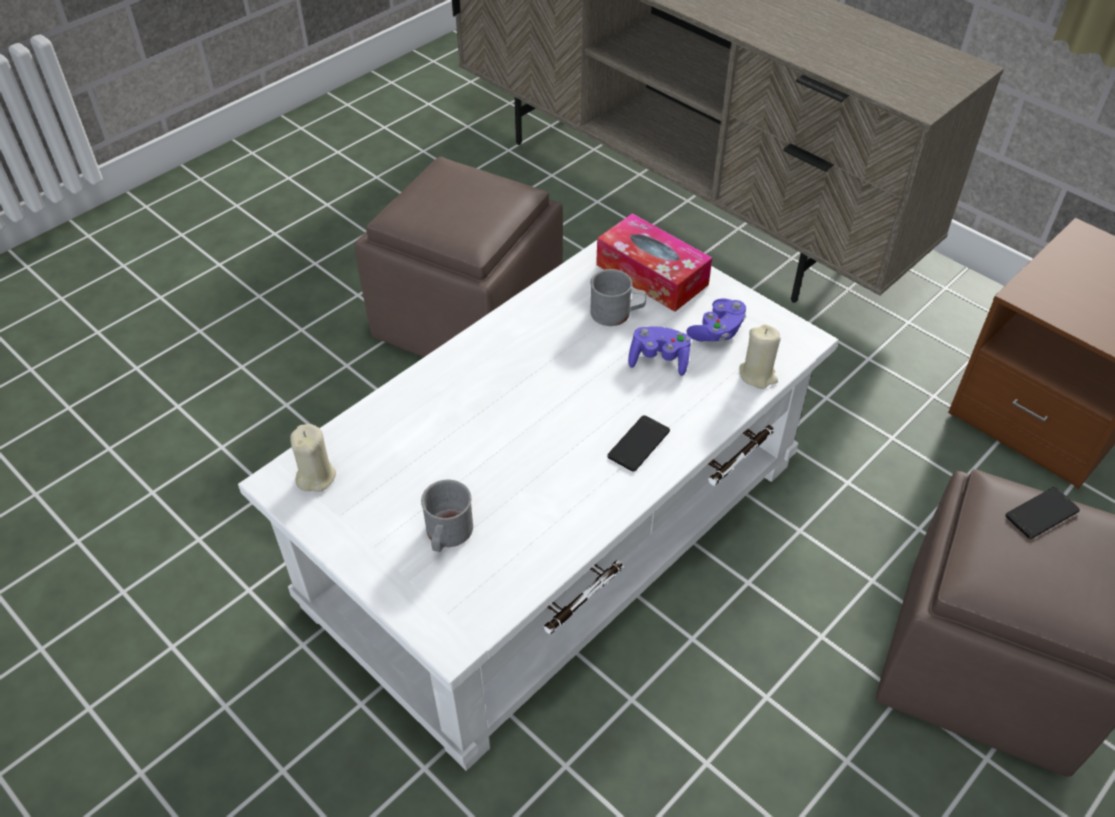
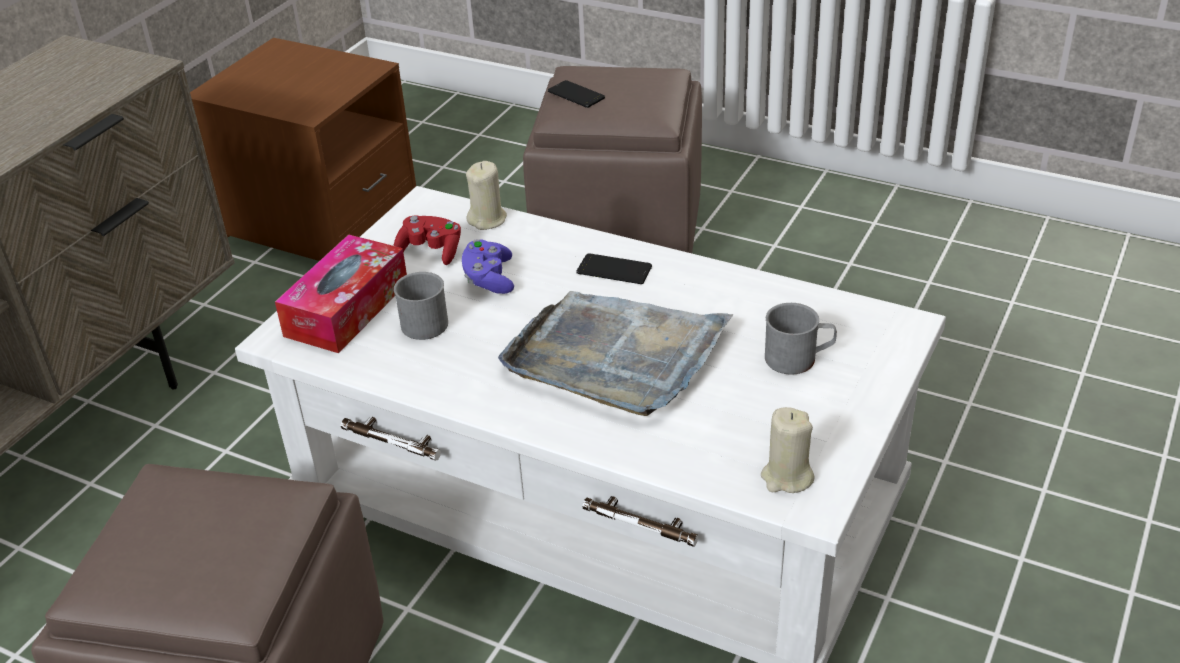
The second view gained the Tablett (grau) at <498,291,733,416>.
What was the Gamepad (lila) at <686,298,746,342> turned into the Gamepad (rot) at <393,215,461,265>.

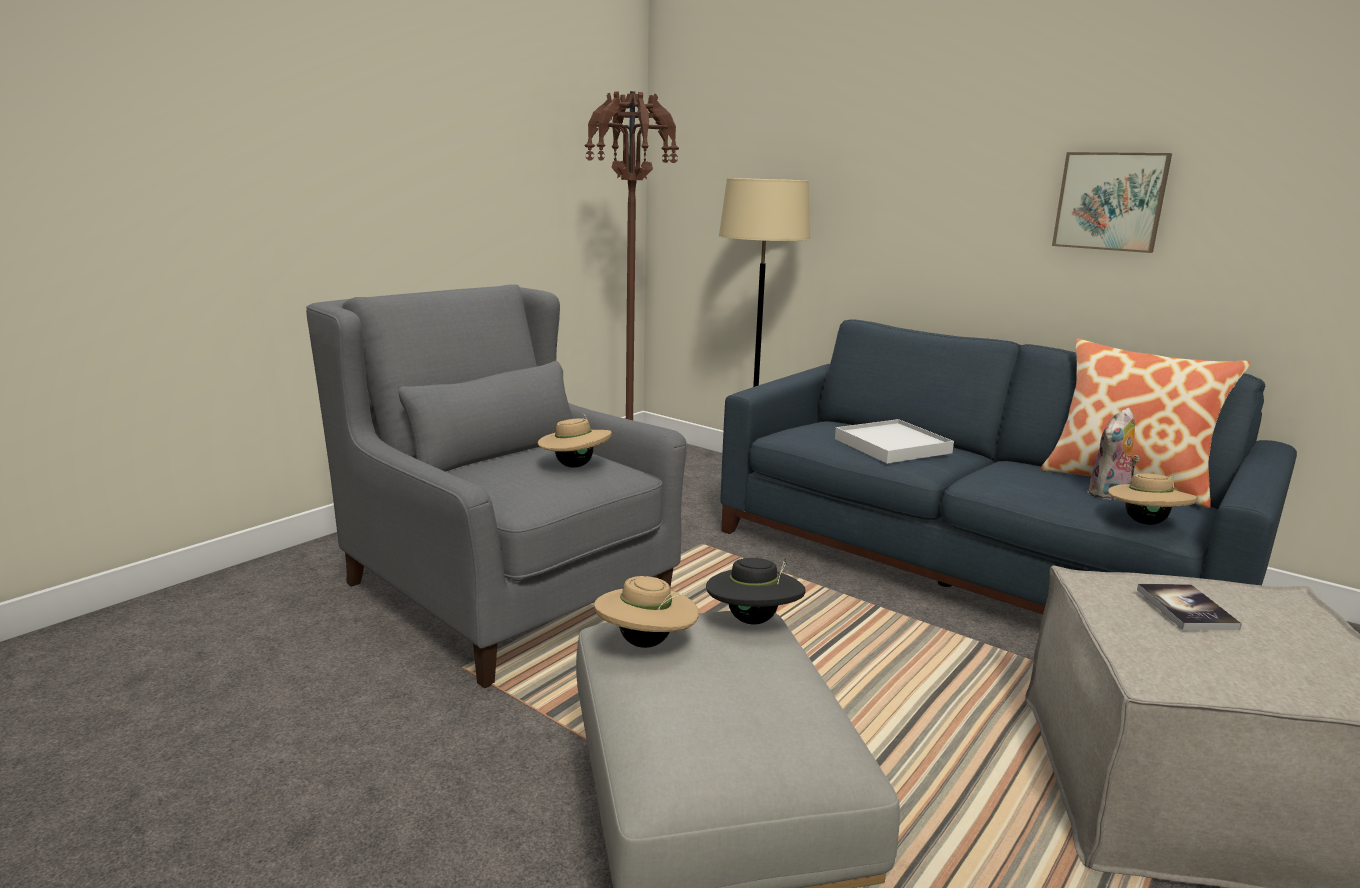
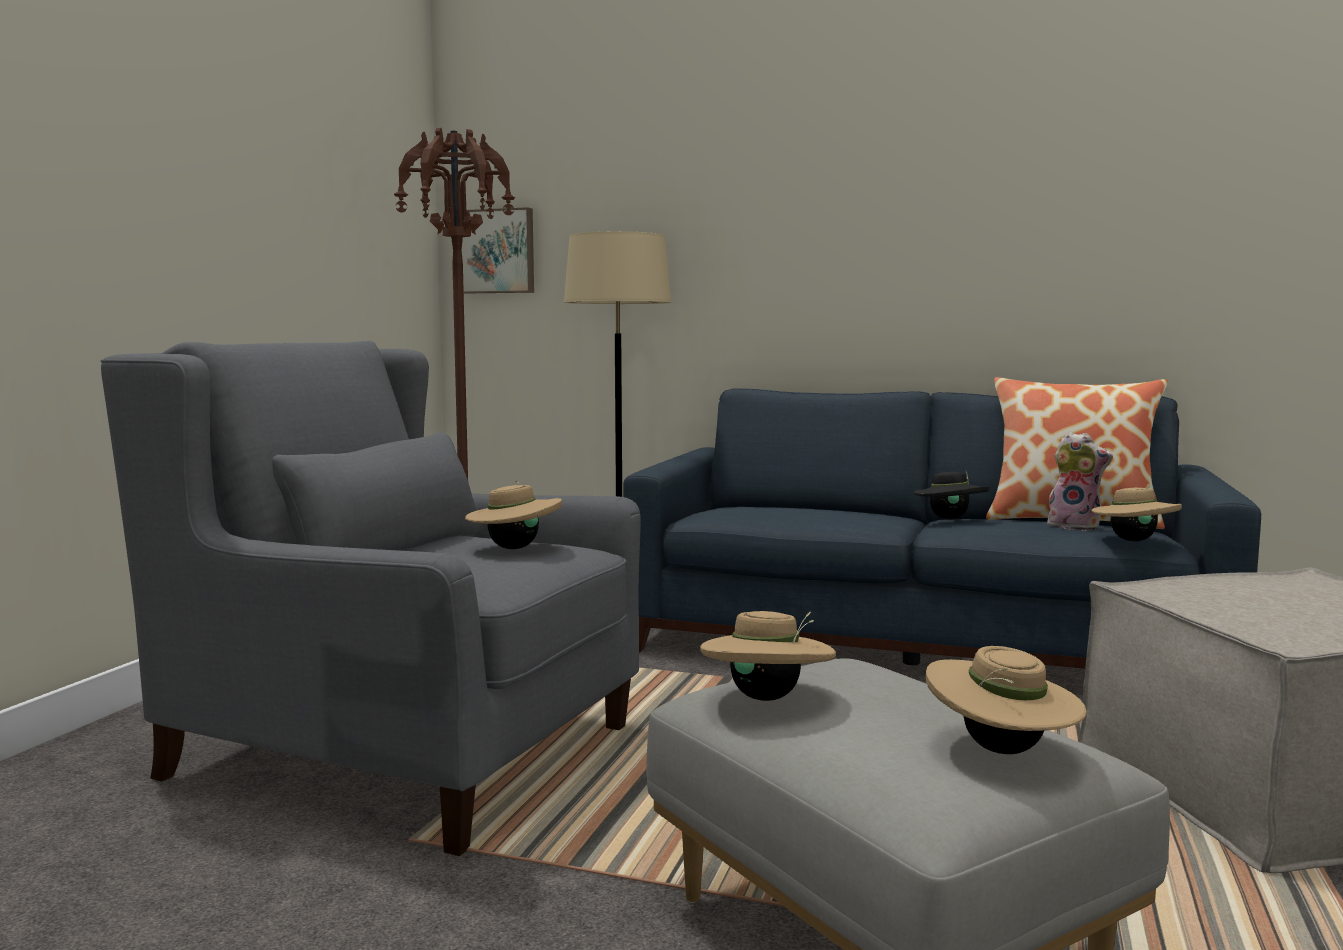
The second view lost the Tablett (weiß) at <835,419,954,464>.
The second view lost the Buch at <1137,584,1242,630>.
The second view gained the Hut (beige) at <926,646,1087,754>.
The Hut (schwarz) ended up elsewhere, having gone from <706,558,806,625> to <914,469,989,519>.
The Bild ended up elsewhere, having gone from <1052,152,1172,253> to <462,207,534,294>.
The Plüschtier at <1087,408,1140,500> ended up facing another way, 90 degrees counterclockwise from before.

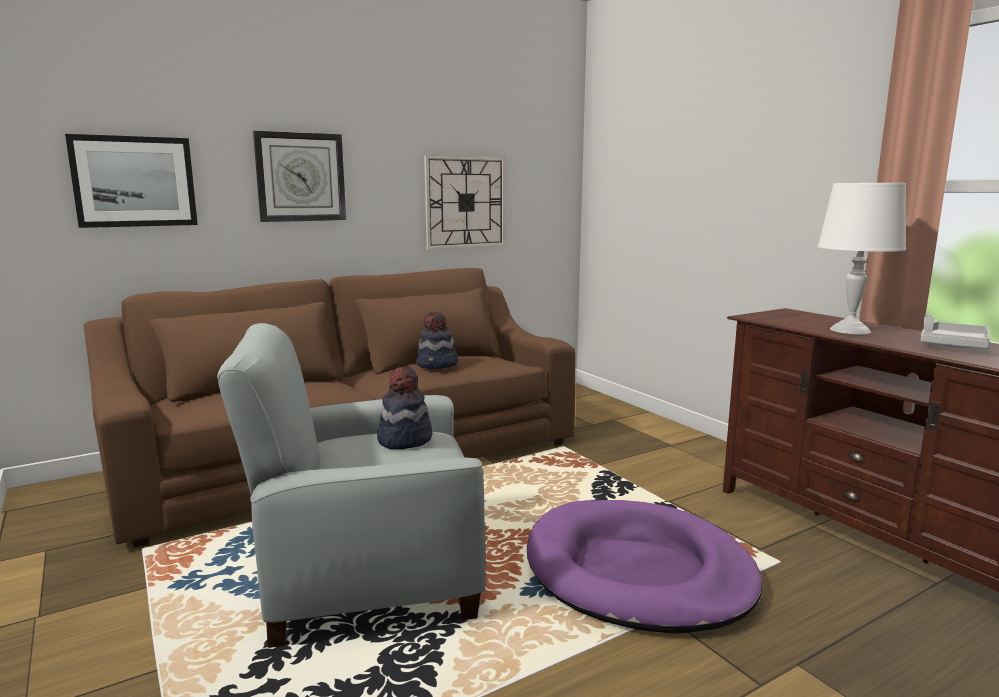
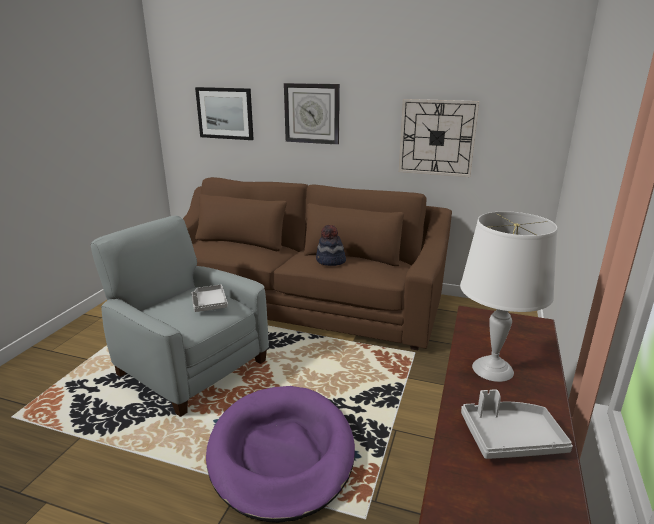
Where the Hut stood at <377,367,432,449>, the Tablett (grau) came to stand at <191,285,228,312>.

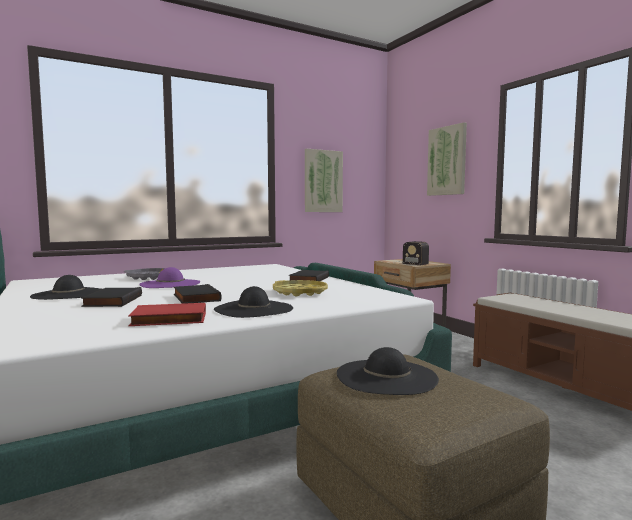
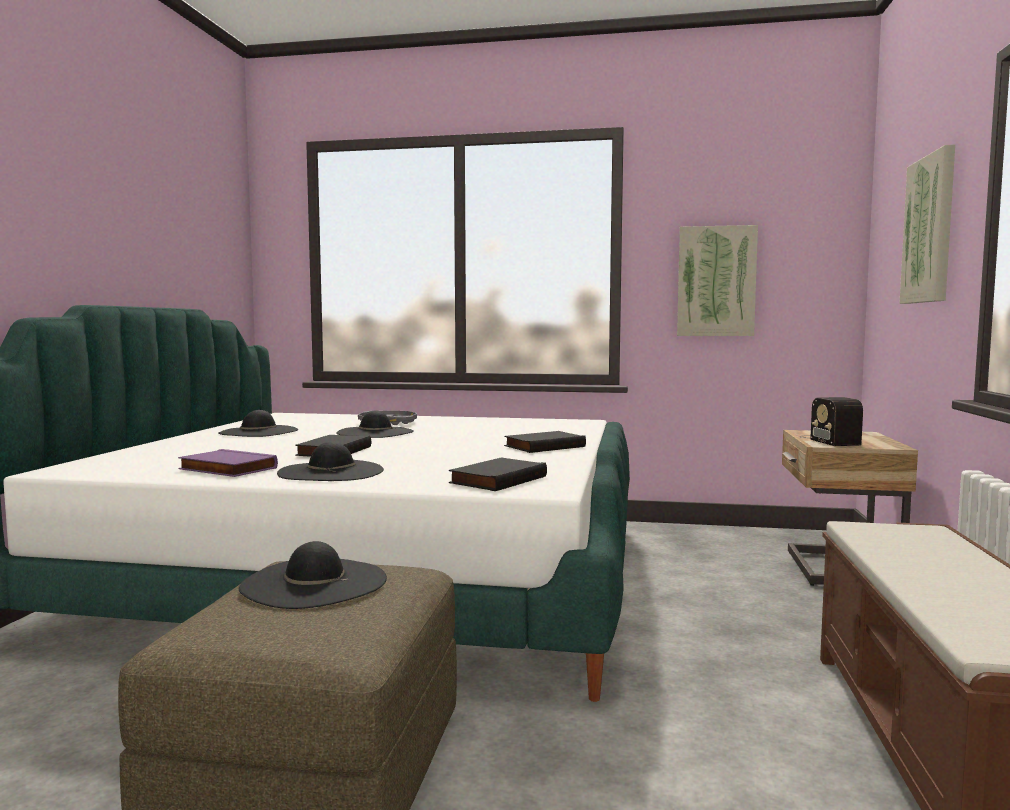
The second view lost the Tablett (gelb) at <273,280,328,297>.
The Buch (schwarz) ended up elsewhere, having gone from <81,287,142,307> to <449,457,547,491>.
What was the Buch (rot) at <128,303,206,326> turned into the Buch (lila) at <178,449,278,477>.
What was the Hut (lila) at <139,267,200,288> turned into the Hut (schwarz) at <336,410,414,438>.

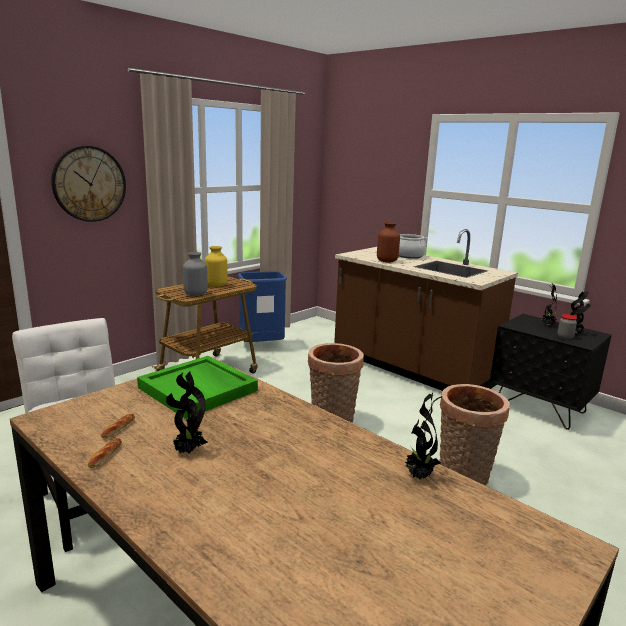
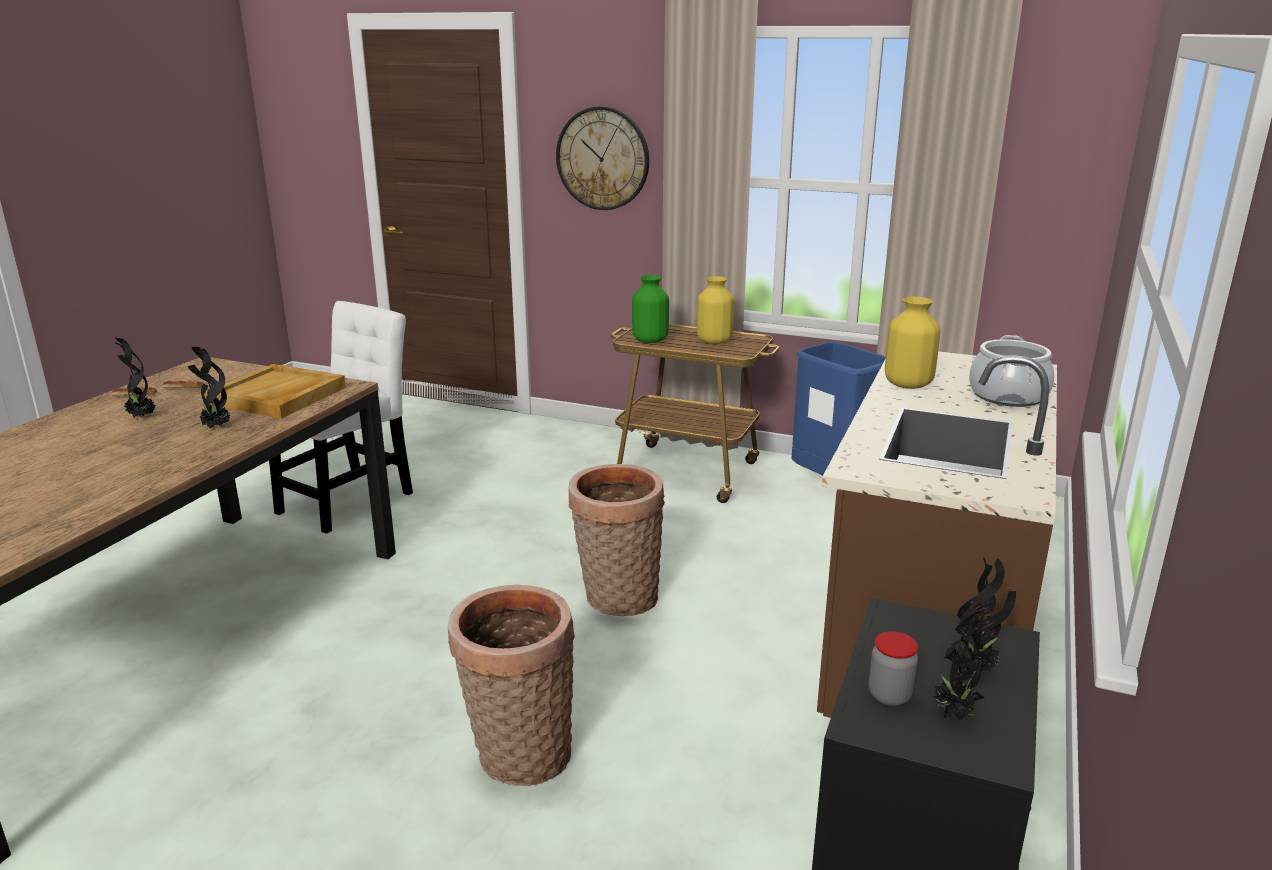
The Topfpflanze ended up elsewhere, having gone from <405,393,442,480> to <188,347,230,429>.
What was the Tablett (grün) at <137,356,258,419> turned into the Tablett (beige) at <205,364,346,419>.
What was the Vase (grau) at <183,252,208,296> turned into the Vase (grün) at <632,275,669,343>.
What was the Vase (braun) at <377,222,400,262> turned into the Vase (gelb) at <885,297,940,389>.

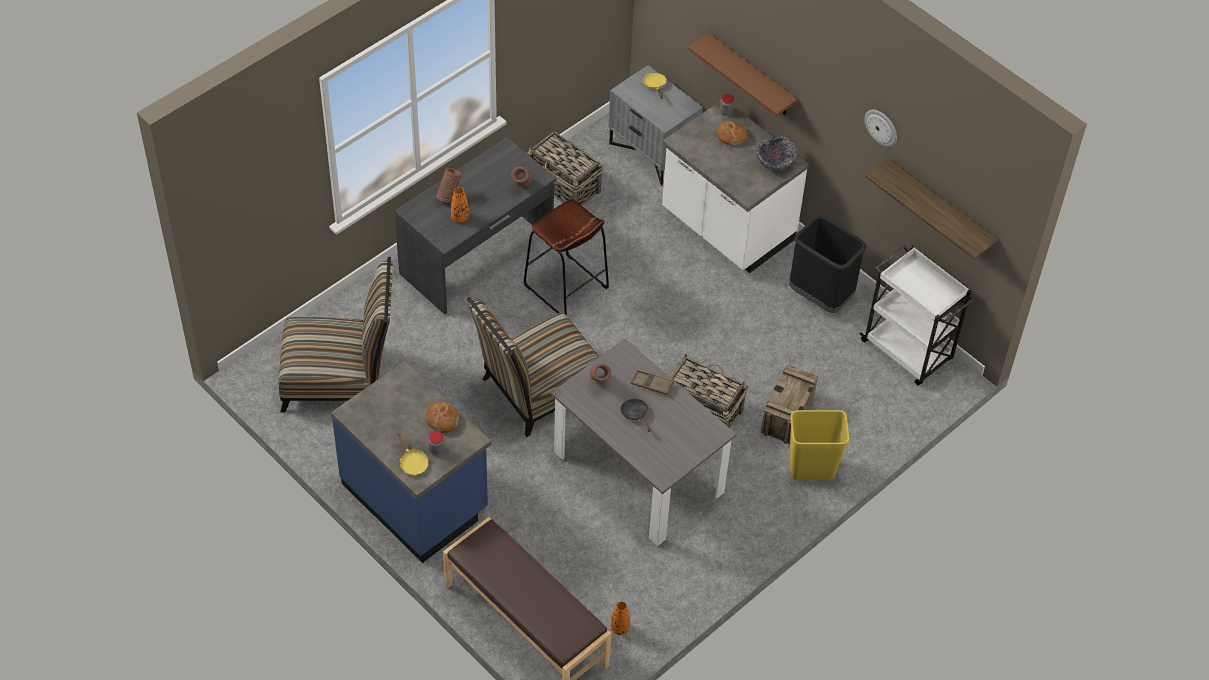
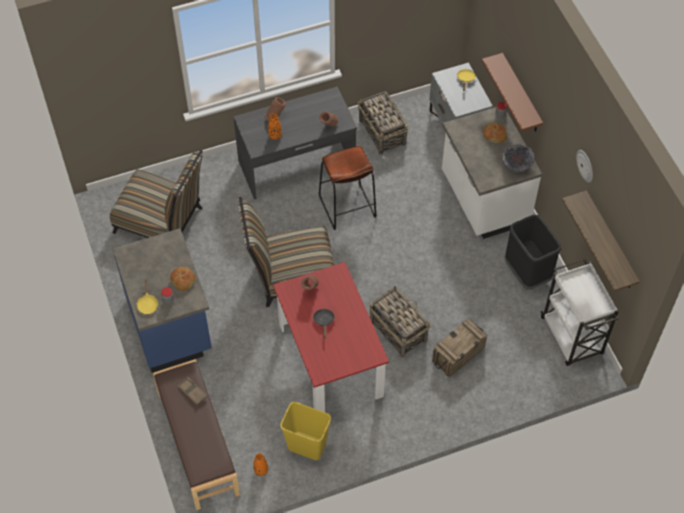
The Tablett (braun) ended up elsewhere, having gone from <631,369,674,395> to <177,377,207,405>.
The Mülleimer (gelb) ended up elsewhere, having gone from <789,410,849,480> to <280,402,331,460>.
What was the Esstisch (grau) at <551,338,737,546> turned into the Esstisch (rot) at <273,262,389,412>.

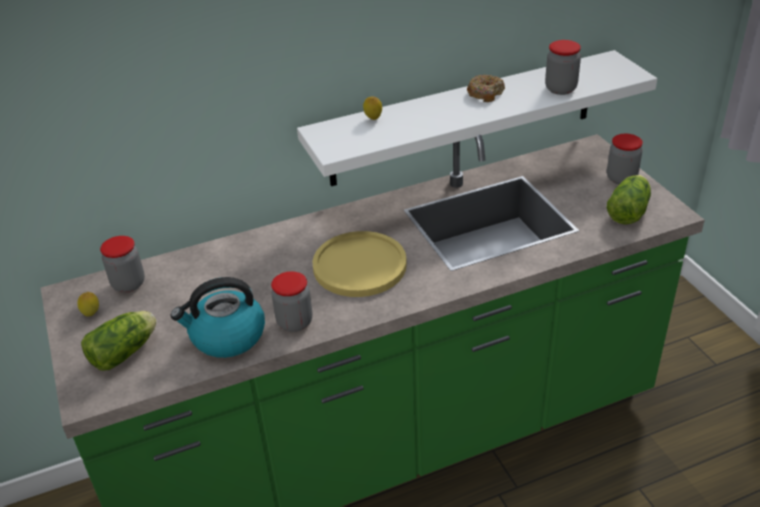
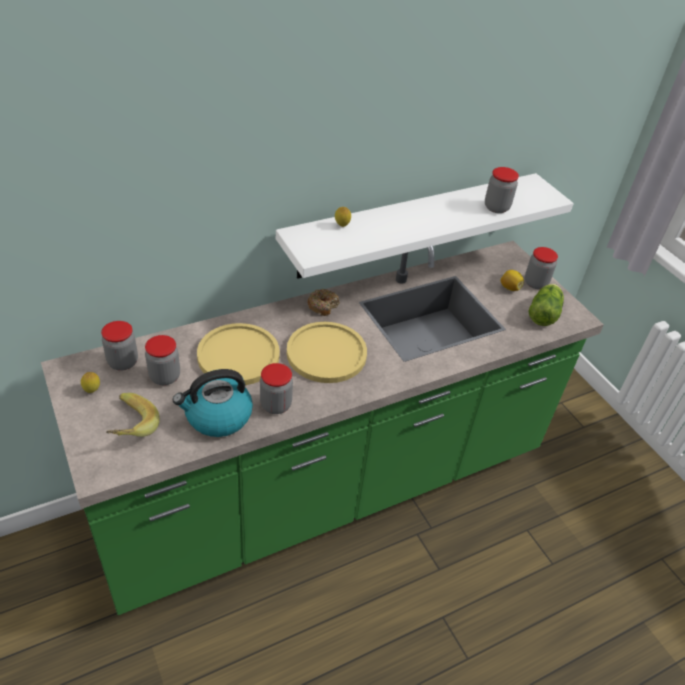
The second view gained the Vorratsglas at <145,335,180,385>.
The second view gained the Teller (gelb) at <197,323,280,385>.
The second view gained the Zitrone at <501,270,524,291>.
The Donut ended up elsewhere, having gone from <467,75,505,102> to <308,289,340,316>.
Where the Salatkopf stood at <81,311,157,371>, the Banane came to stand at <106,393,160,437>.

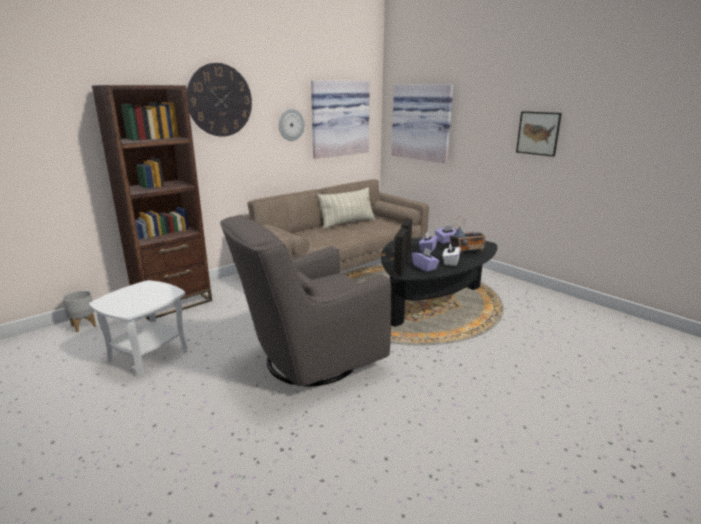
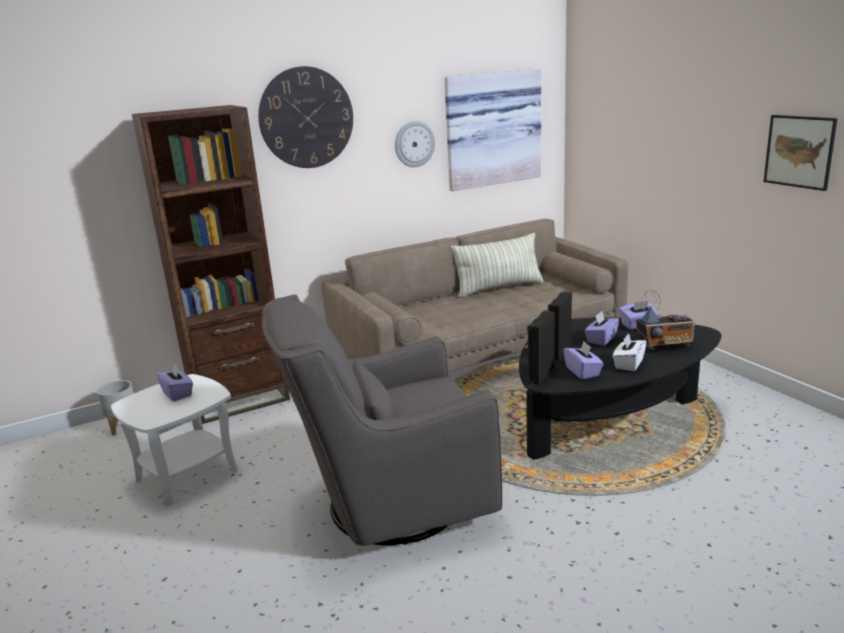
The second view lost the Bild at <392,84,453,163>.
The second view gained the Taschentuchbox (lila) at <156,364,193,402>.

